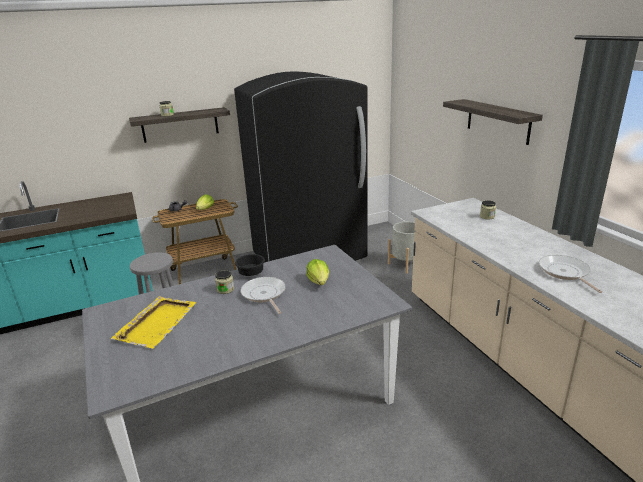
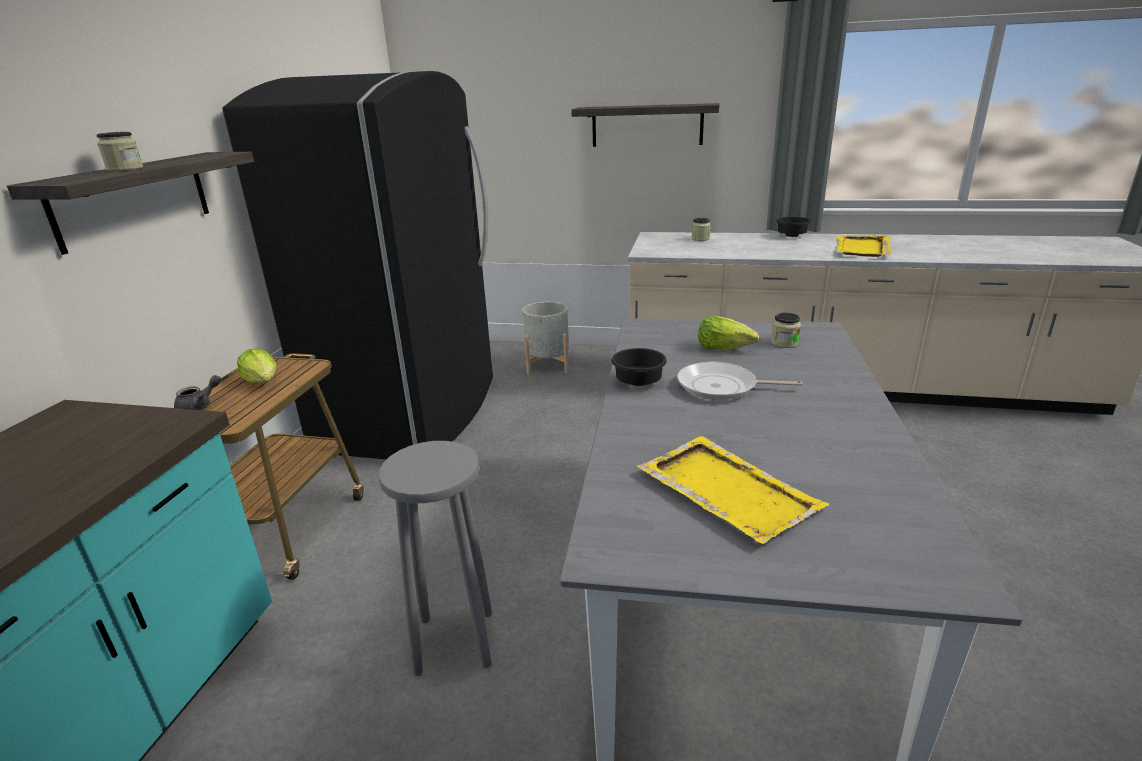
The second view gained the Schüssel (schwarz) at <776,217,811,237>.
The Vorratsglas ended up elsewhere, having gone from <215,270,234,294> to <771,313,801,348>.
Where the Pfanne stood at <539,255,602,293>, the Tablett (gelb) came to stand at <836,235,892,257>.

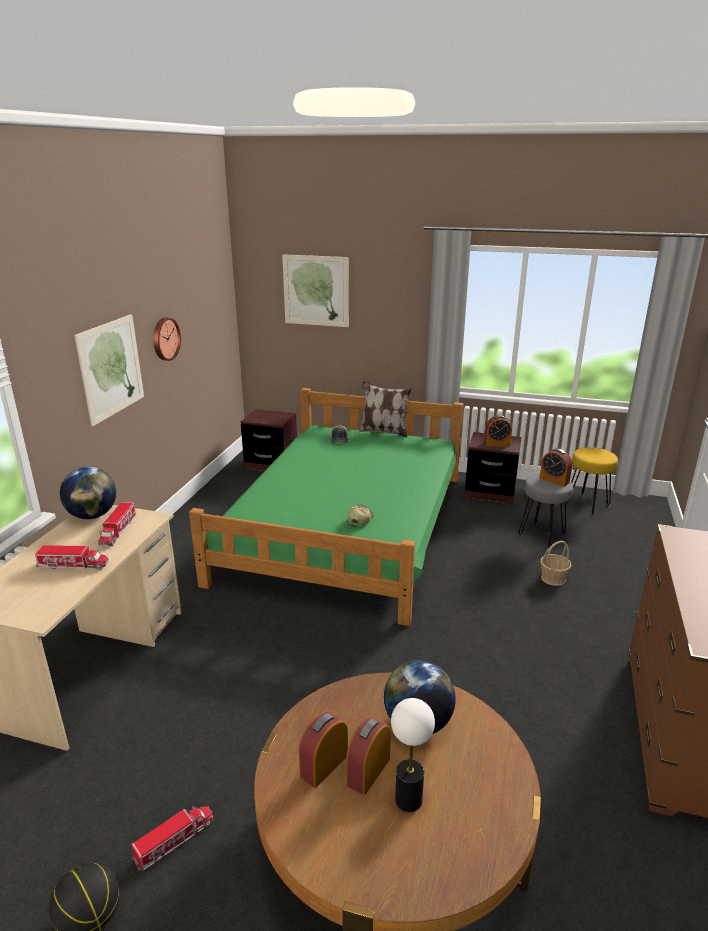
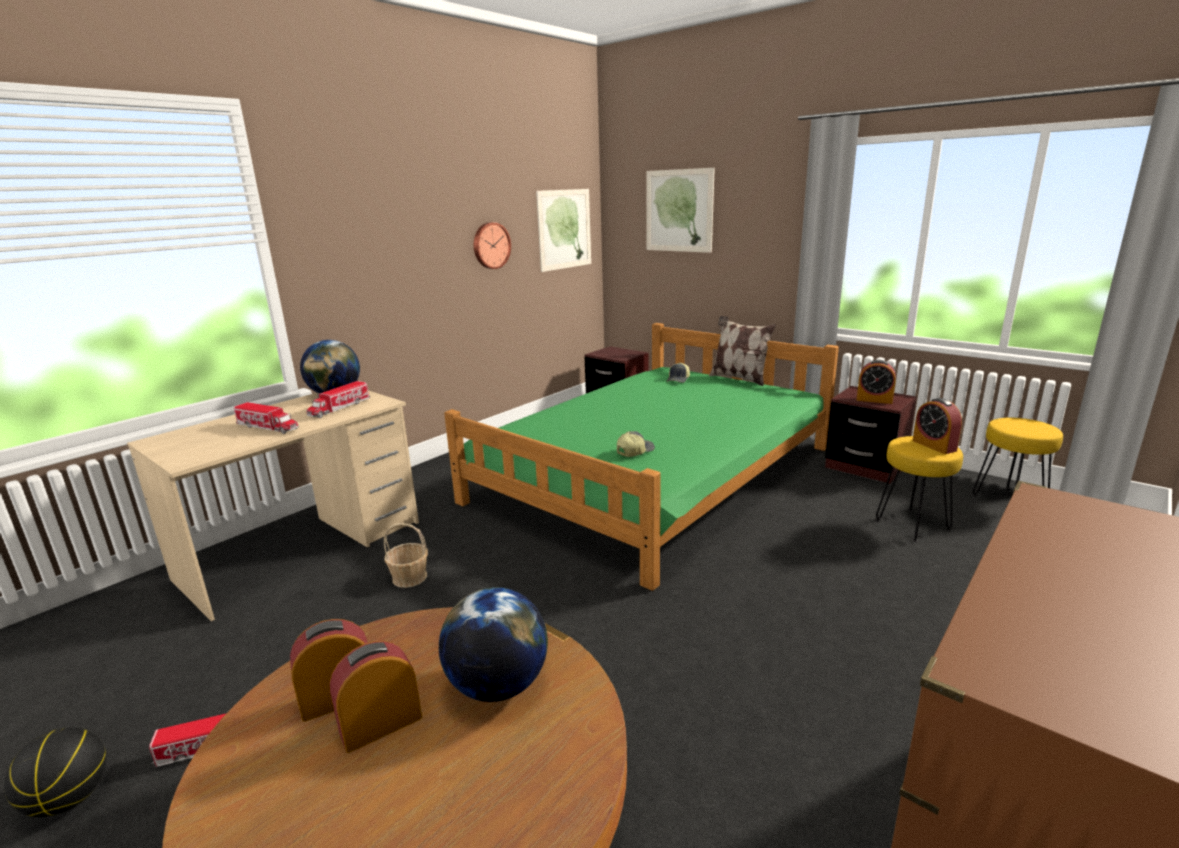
The second view lost the Tischlampe at <391,698,435,812>.
The Bild ended up elsewhere, having gone from <74,314,144,426> to <536,189,591,272>.
The Korb ended up elsewhere, having gone from <540,541,572,586> to <384,523,428,588>.
What was the Hocker (grau) at <518,473,573,548> turned into the Hocker (gelb) at <876,436,963,542>.

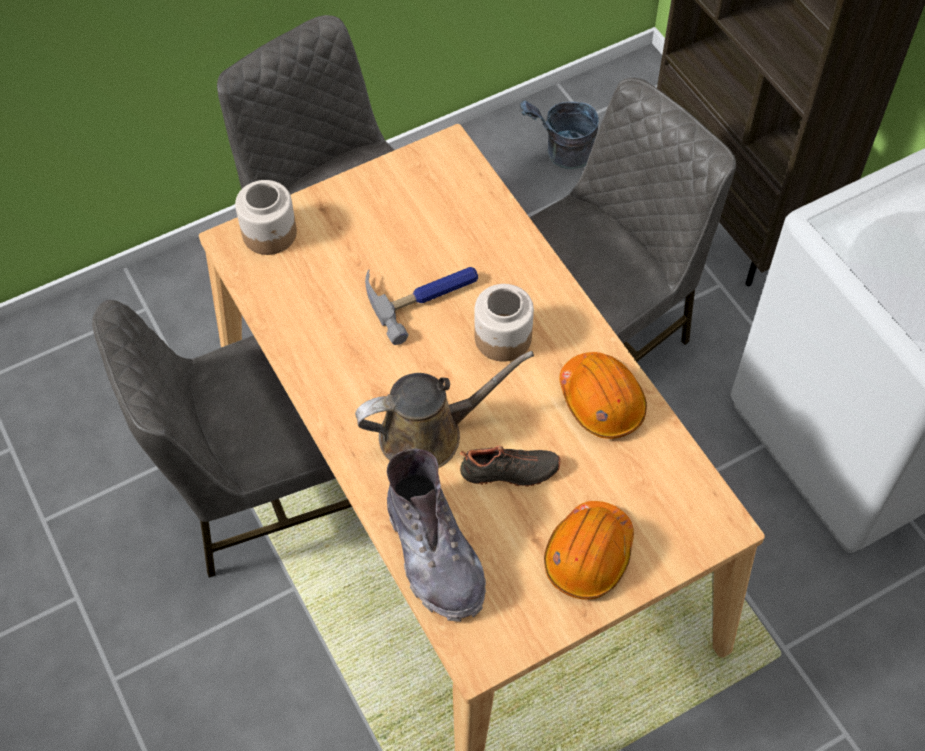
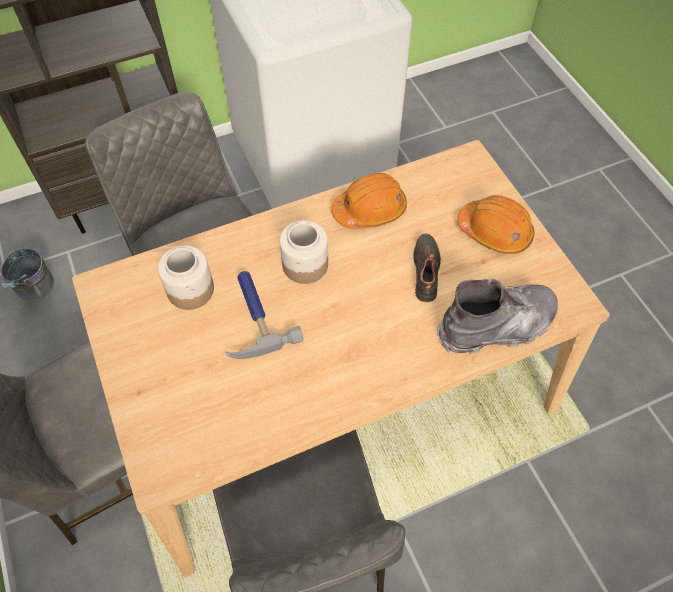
The second view lost the Gießkanne (braun) at <355,351,534,468>.
The Vorratsglas ended up elsewhere, having gone from <235,180,297,255> to <158,246,214,310>.

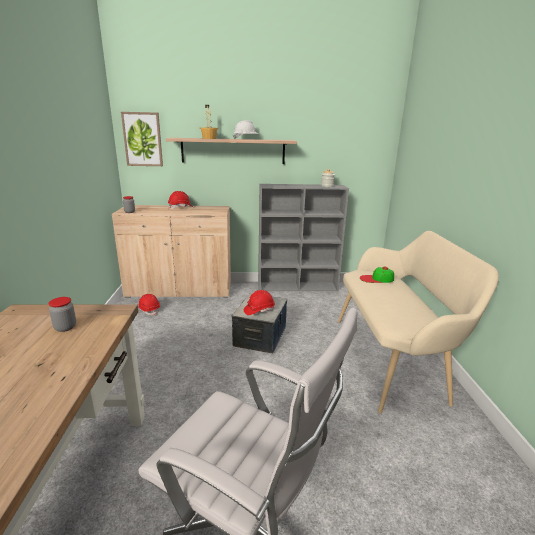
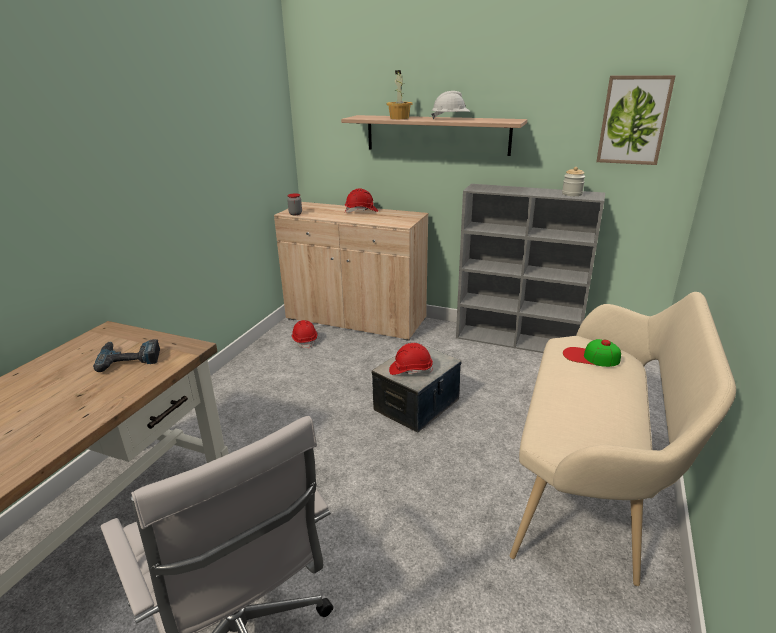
The Bild ended up elsewhere, having gone from <121,112,163,166> to <596,75,675,165>.
Where the Vorratsglas stood at <48,297,76,332>, the Bohrmaschine came to stand at <93,339,160,372>.

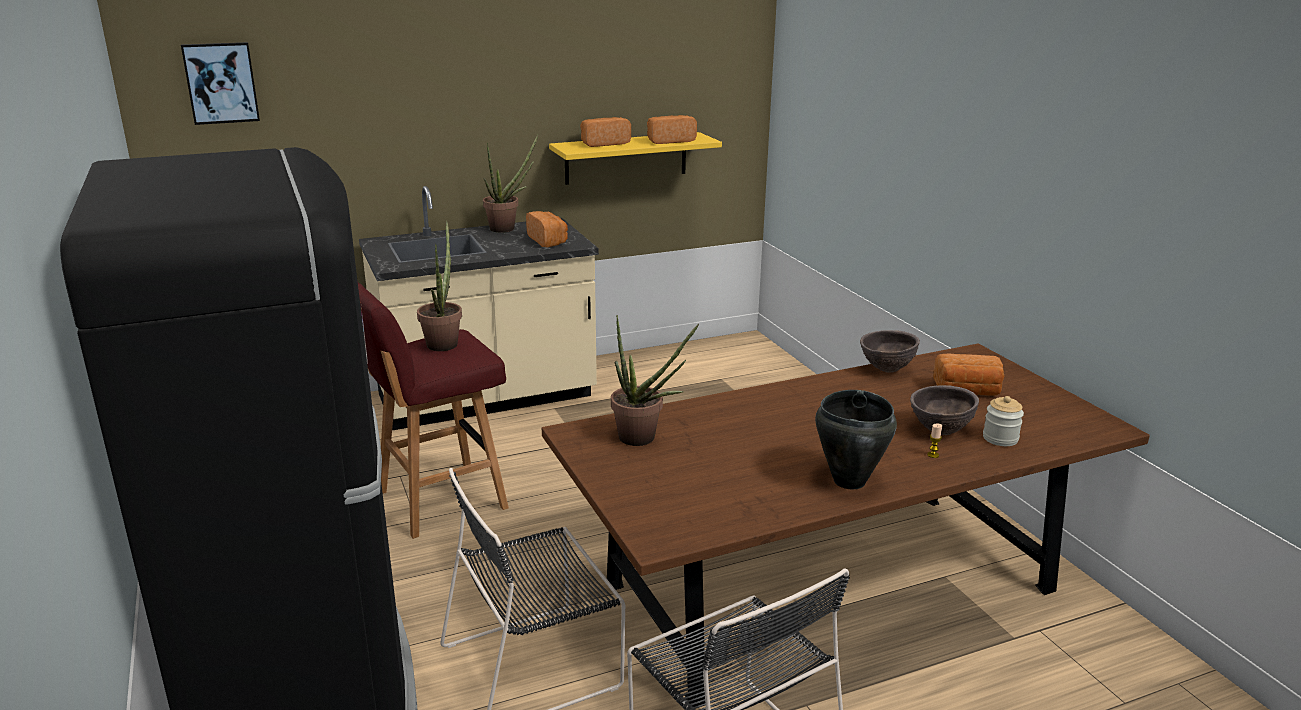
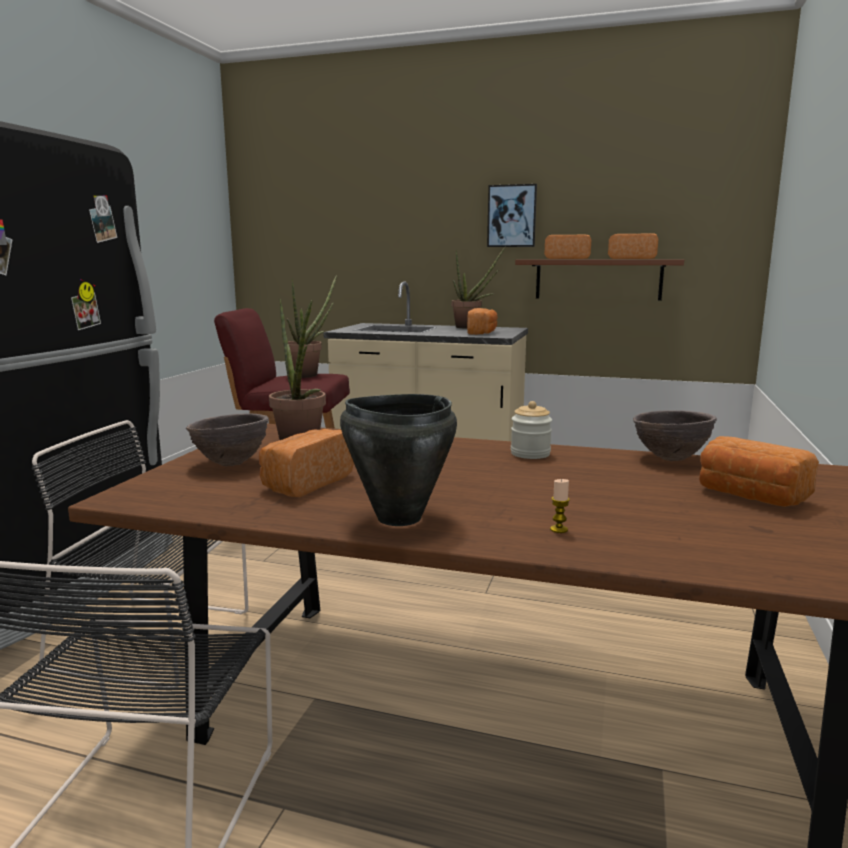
The second view gained the Brot at <259,429,354,497>.
The Bild ended up elsewhere, having gone from <181,42,260,125> to <487,184,537,247>.
The Schüssel (braun) ended up elsewhere, having gone from <910,385,979,435> to <186,414,269,467>.
The Vorratsglas ended up elsewhere, having gone from <983,396,1024,446> to <511,401,552,459>.
What was the Wandregal (gelb) at <549,132,722,185> turned into the Wandregal (braun) at <515,259,684,301>.

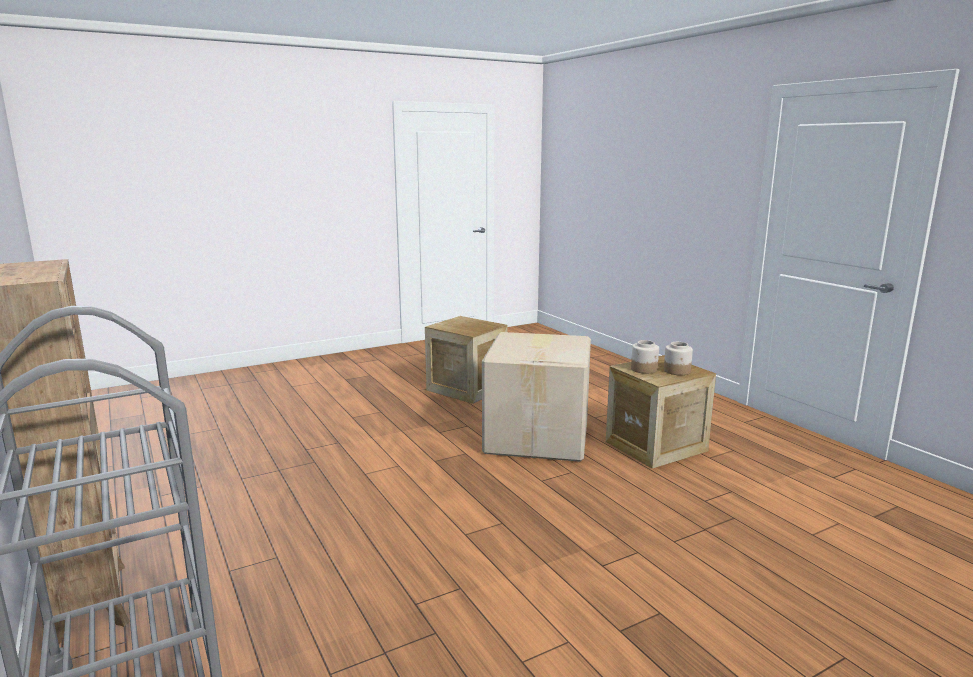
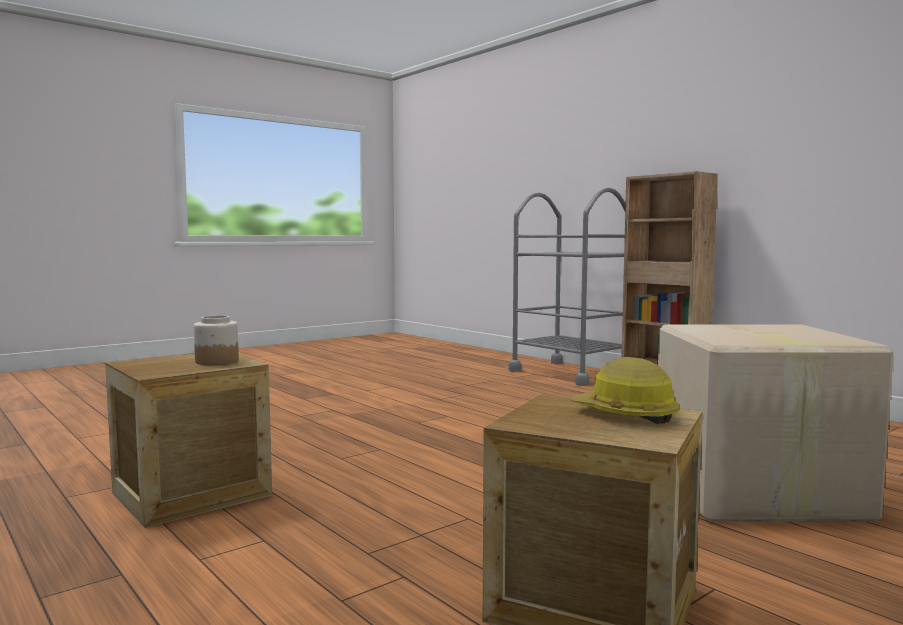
The second view lost the Vorratsglas at <664,342,693,375>.
The second view gained the Schutzhelm at <570,357,680,424>.
The Karton ended up elsewhere, having gone from <482,332,591,462> to <658,324,893,522>.

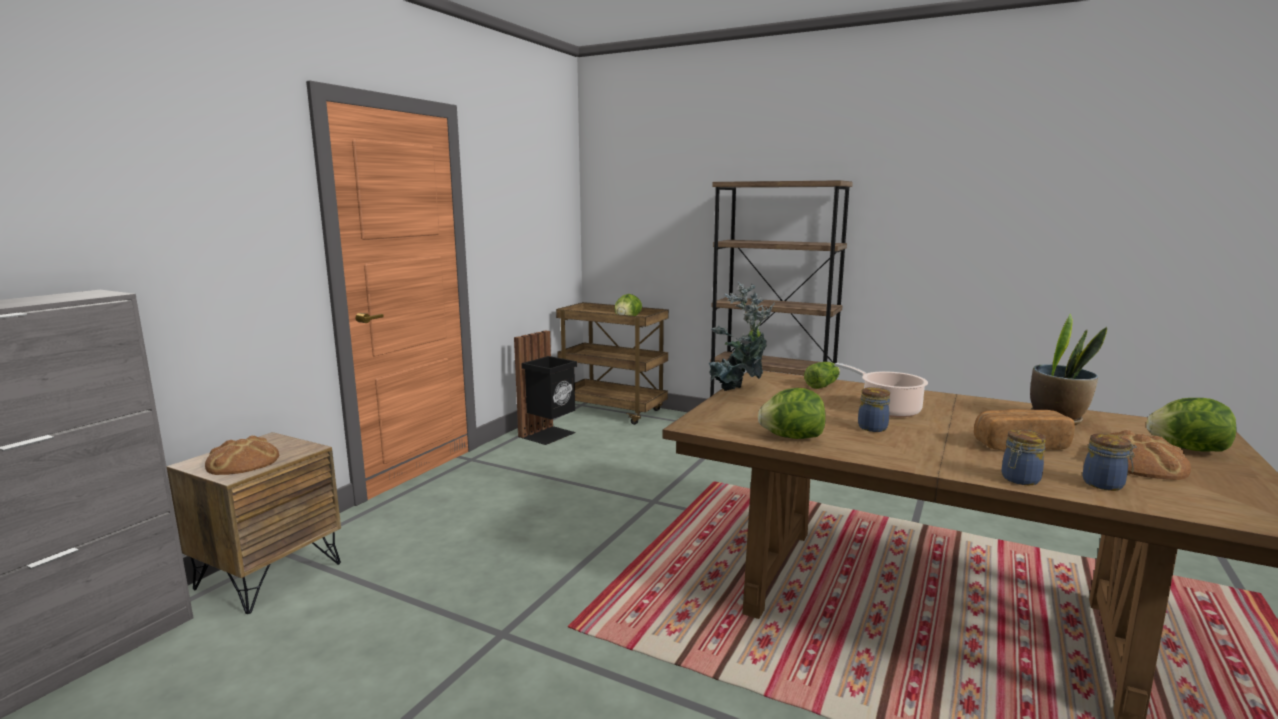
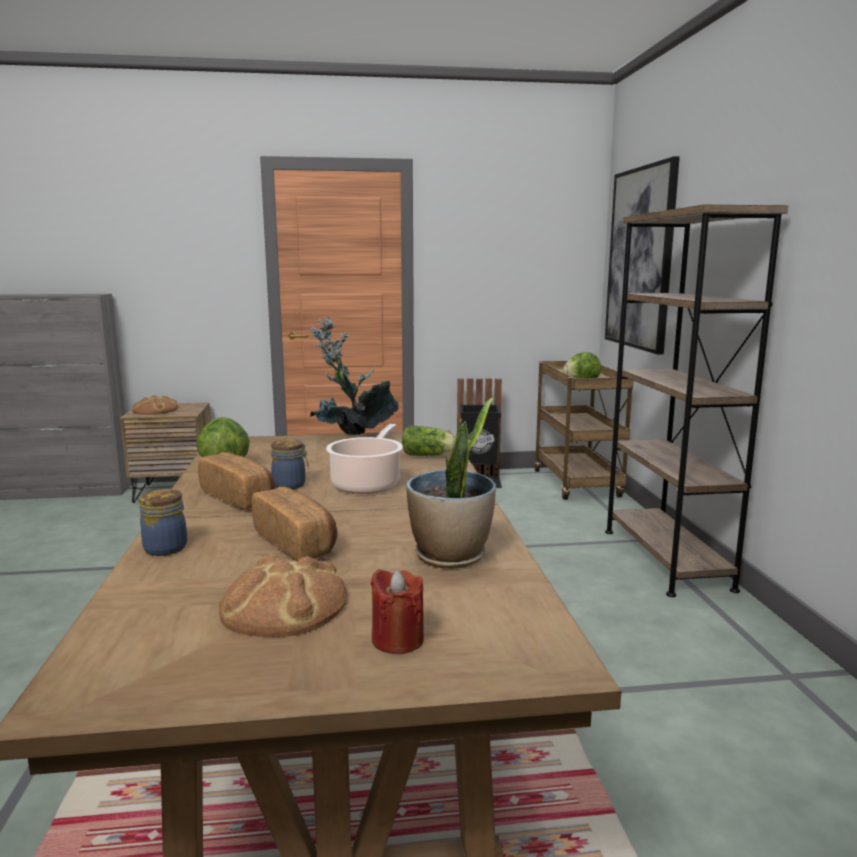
The second view lost the Vorratsglas at <1082,434,1137,491>.
The second view gained the Brot at <198,452,275,510>.
The second view gained the Bild at <605,156,680,354>.
Where the Salatkopf stood at <1147,398,1236,452>, the Kerze (rot) came to stand at <370,569,424,654>.

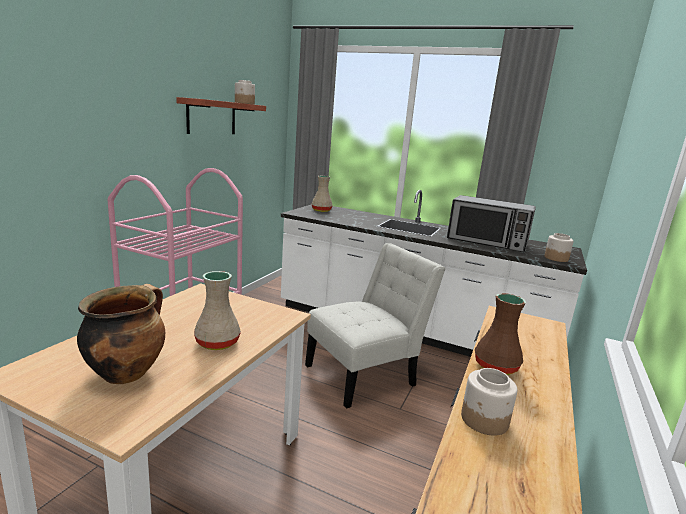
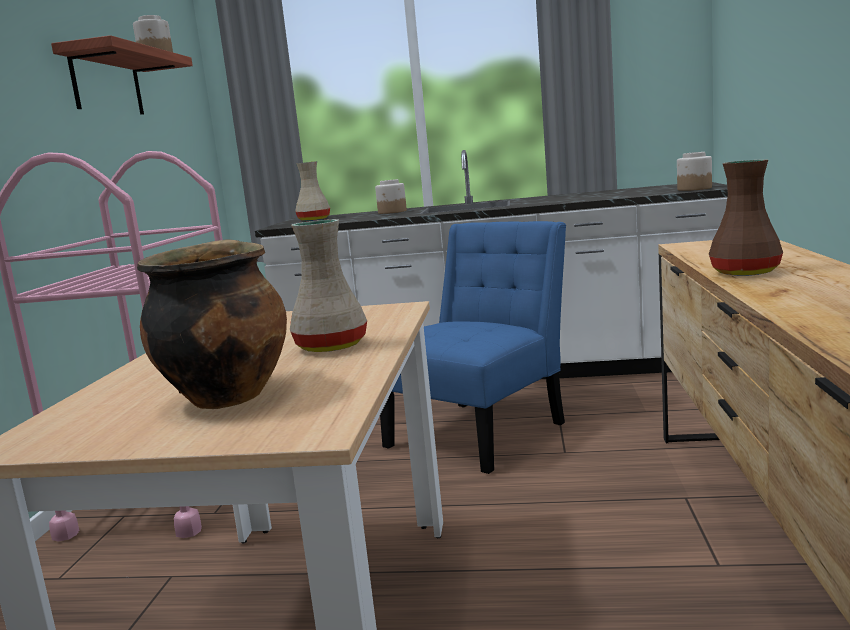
The second view lost the Mikrowelle at <447,195,536,252>.
The Vorratsglas ended up elsewhere, having gone from <461,368,518,436> to <375,179,407,214>.
What was the Stuhl (weiß) at <305,243,446,409> turned into the Stuhl (blau) at <380,221,566,474>.

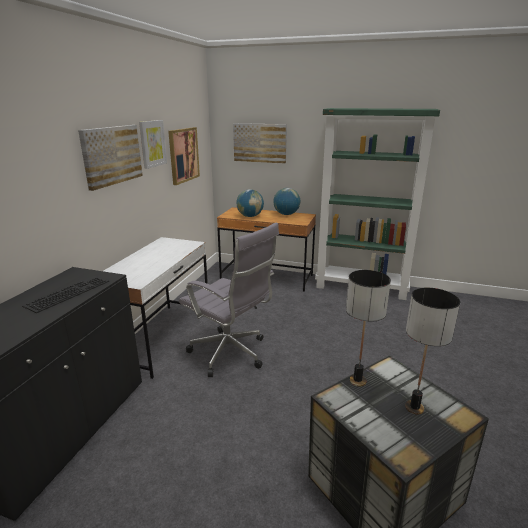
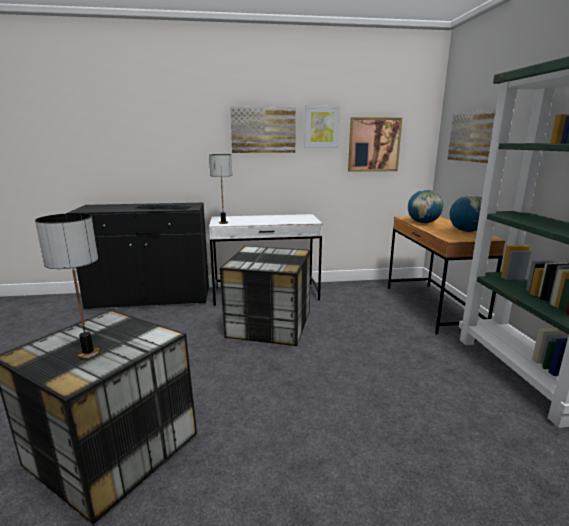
The Tischlampe ended up elsewhere, having gone from <346,270,391,387> to <209,154,232,224>.
Where the Bürostuhl (grau) stood at <179,223,279,377>, the Aufbewahrungsbox came to stand at <220,246,311,346>.

